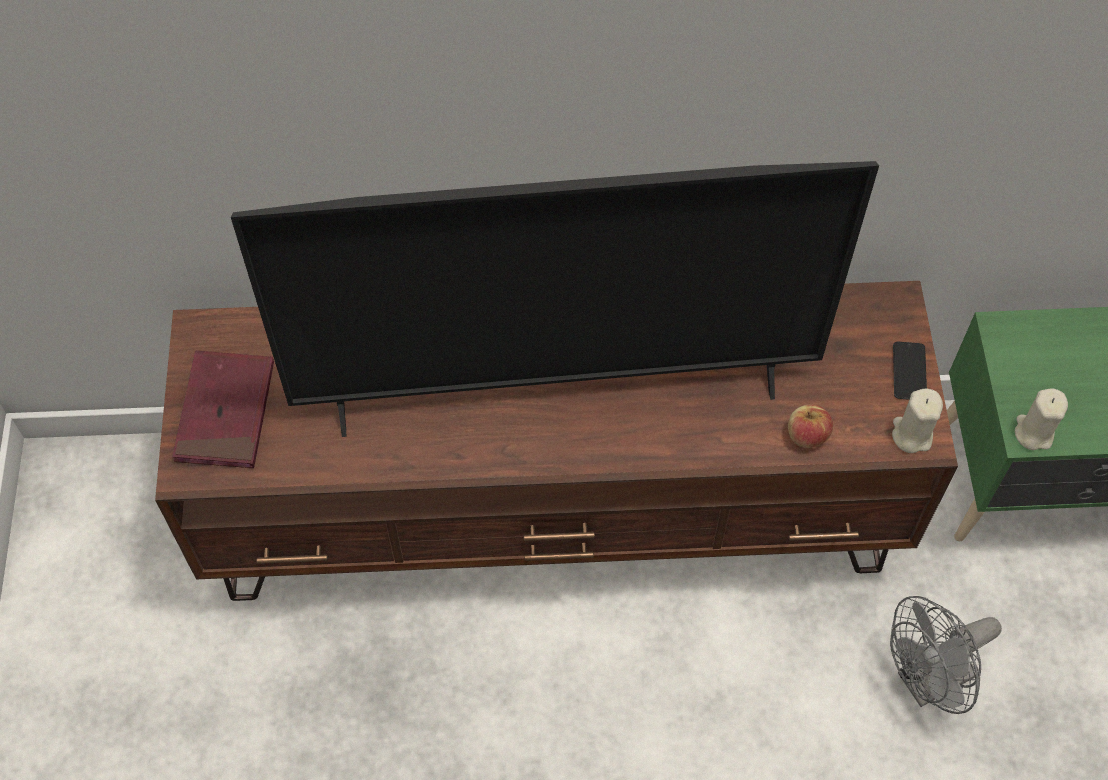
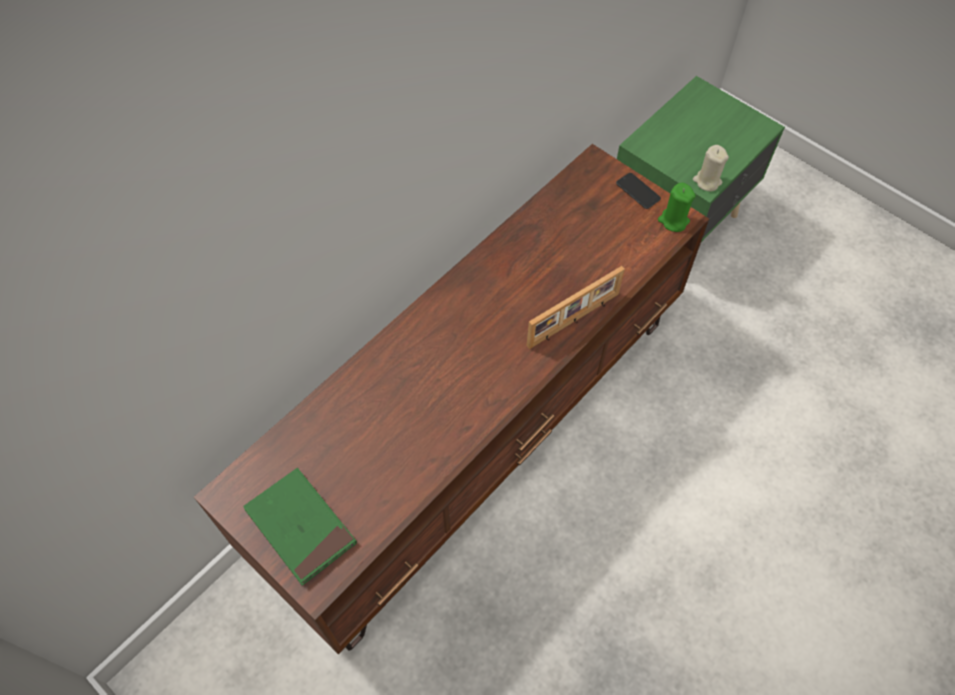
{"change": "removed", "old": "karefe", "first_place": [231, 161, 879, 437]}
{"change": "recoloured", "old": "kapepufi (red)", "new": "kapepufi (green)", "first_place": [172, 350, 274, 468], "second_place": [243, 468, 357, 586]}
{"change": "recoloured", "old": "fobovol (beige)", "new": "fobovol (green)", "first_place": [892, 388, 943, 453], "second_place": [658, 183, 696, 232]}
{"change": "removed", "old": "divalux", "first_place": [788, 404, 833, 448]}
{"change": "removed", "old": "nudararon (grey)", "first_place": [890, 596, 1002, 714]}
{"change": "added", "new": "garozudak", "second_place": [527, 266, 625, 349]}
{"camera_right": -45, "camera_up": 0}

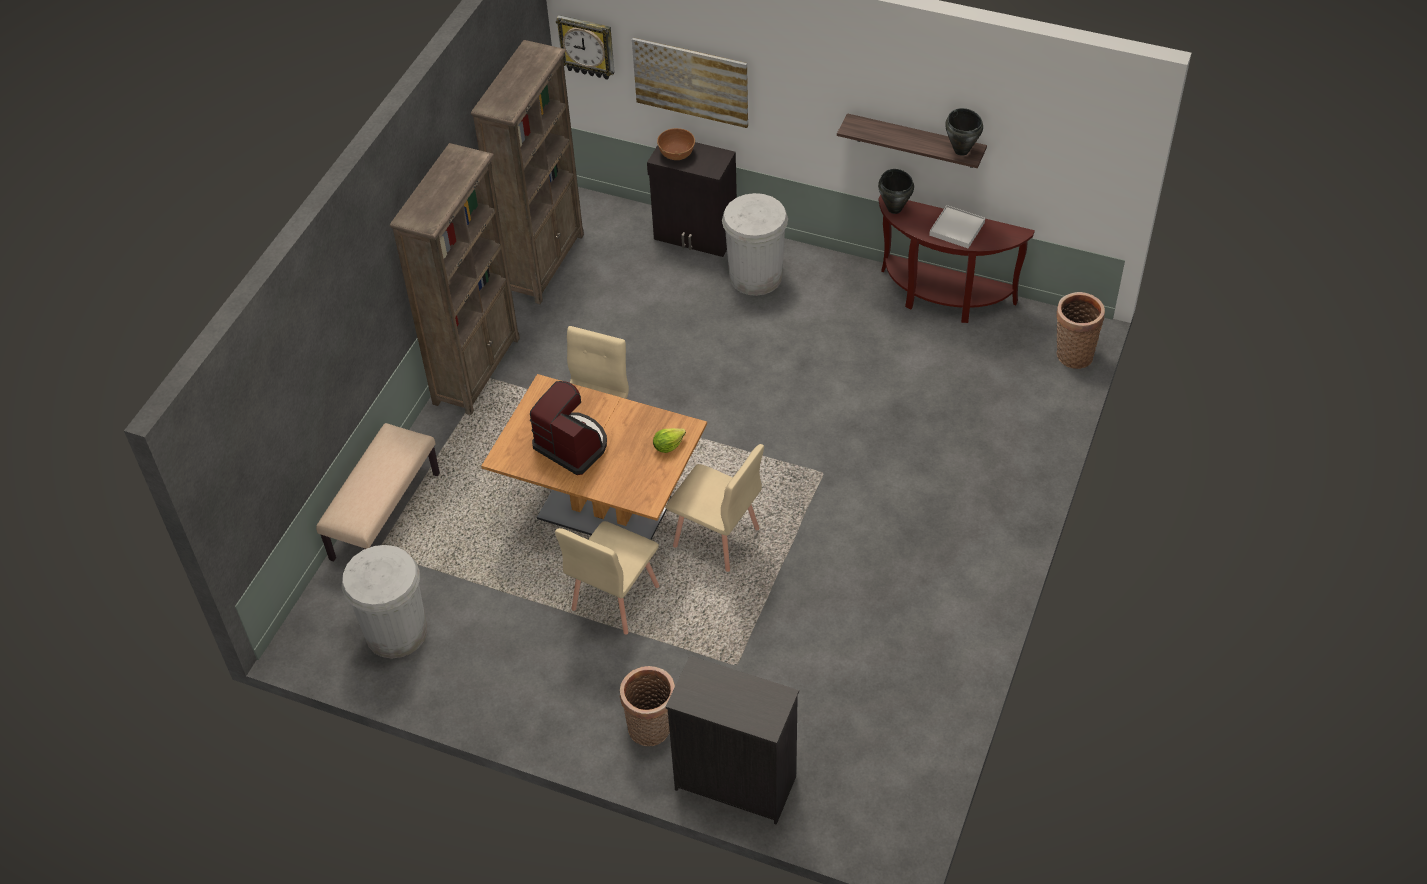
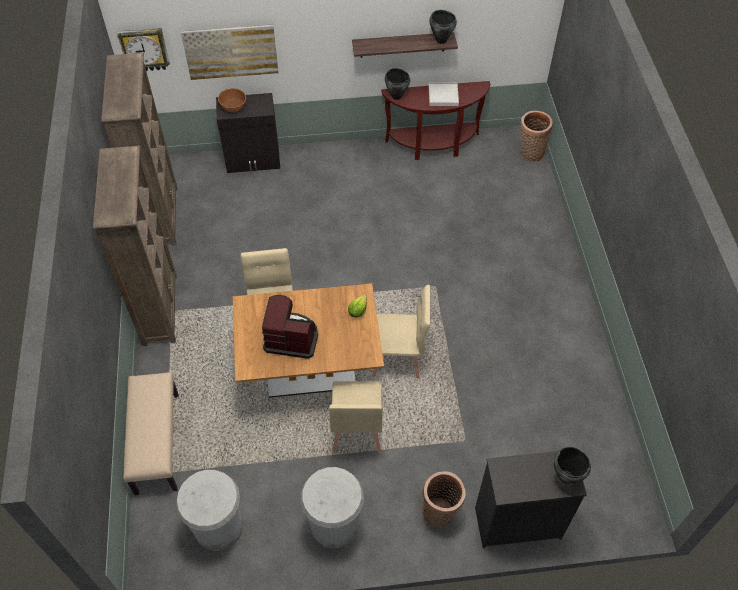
{"change": "moved", "old": "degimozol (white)", "first_place": [722, 193, 788, 296], "second_place": [301, 467, 364, 548]}
{"change": "added", "new": "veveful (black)", "second_place": [553, 447, 591, 484]}
{"camera_right": -30, "camera_up": 5}

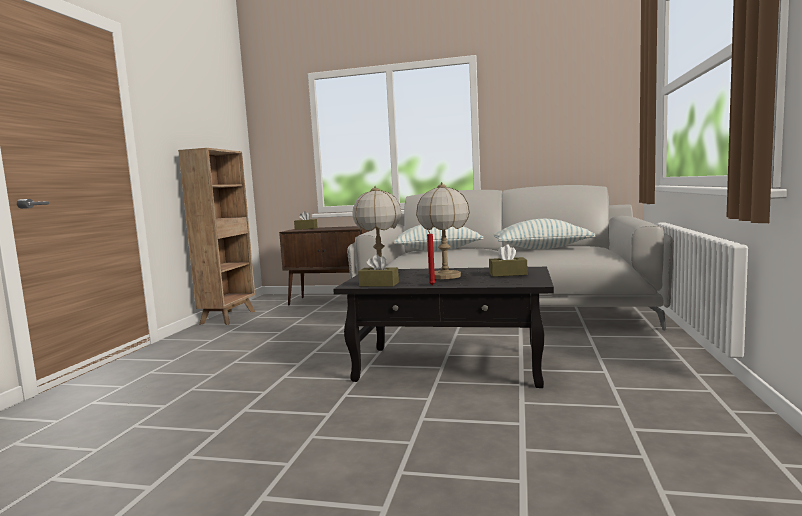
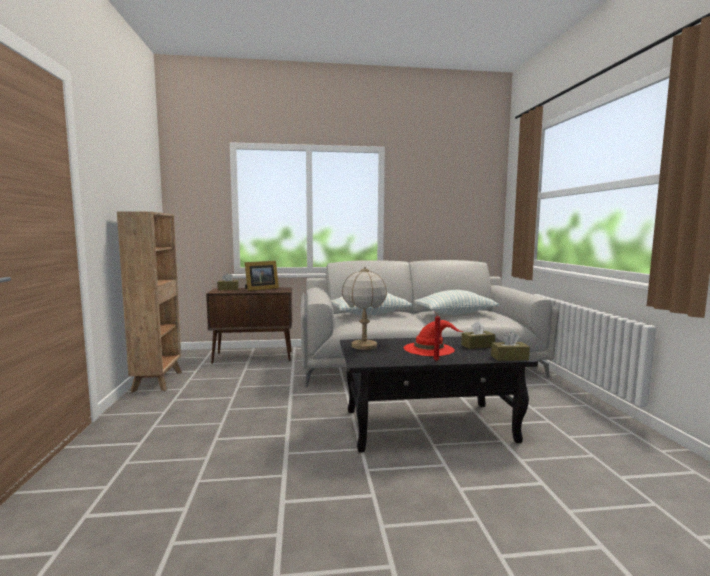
{"change": "replaced", "old": "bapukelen", "new": "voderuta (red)", "first_place": [416, 182, 470, 279], "second_place": [404, 320, 463, 356]}
{"change": "moved", "old": "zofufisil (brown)", "first_place": [358, 254, 399, 286], "second_place": [491, 332, 530, 361]}
{"change": "added", "new": "garozudak", "second_place": [245, 261, 279, 291]}
{"camera_right": -20, "camera_up": 0}

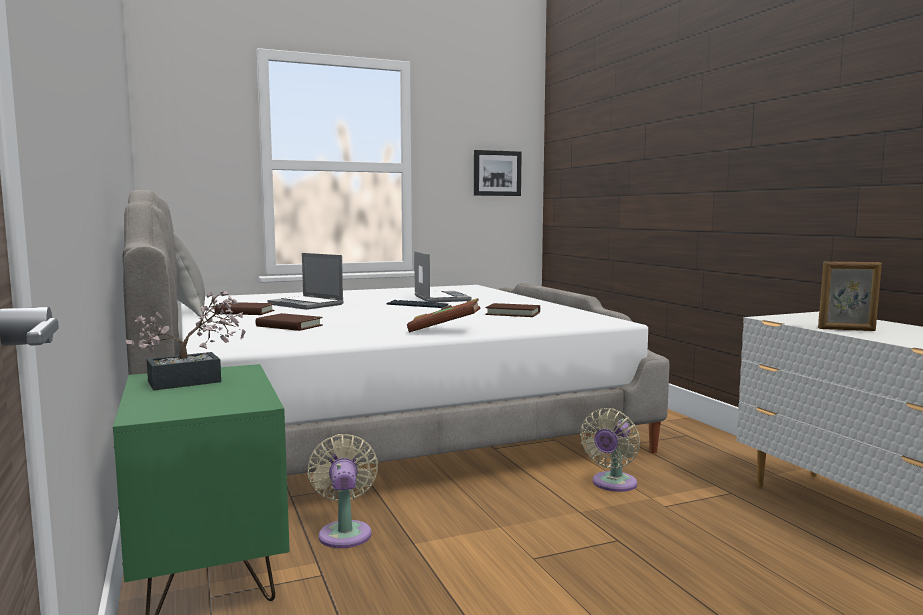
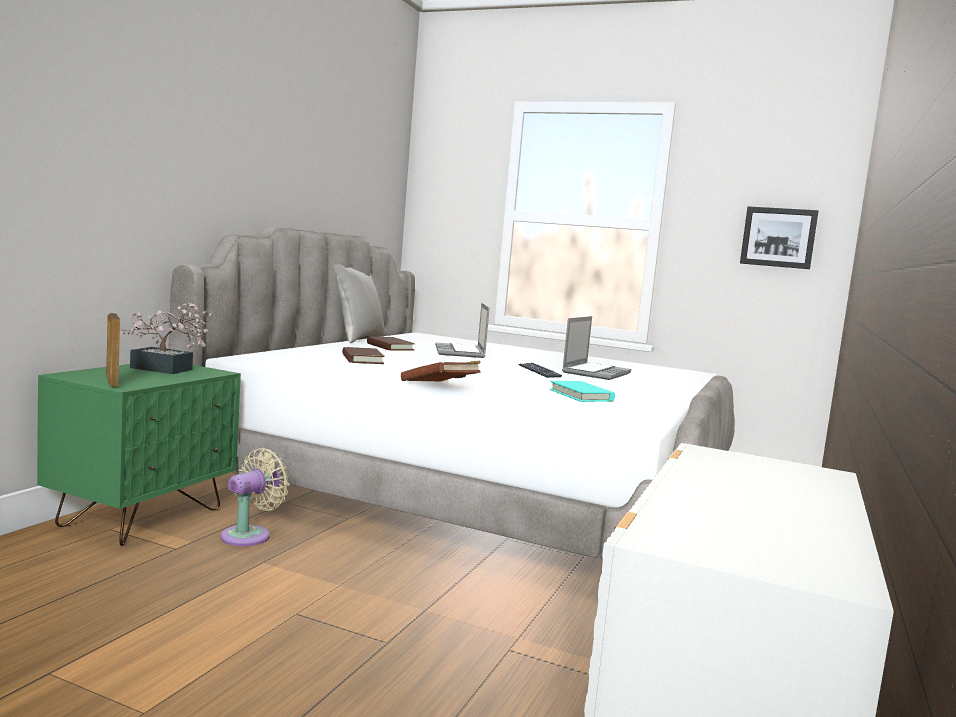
{"change": "moved", "old": "garozudak", "first_place": [818, 261, 882, 331], "second_place": [106, 313, 120, 387]}
{"change": "recoloured", "old": "kapepufi (brown)", "new": "kapepufi (turquoise)", "first_place": [485, 303, 540, 317], "second_place": [549, 381, 615, 402]}
{"change": "removed", "old": "nudararon (beige)", "first_place": [580, 408, 640, 492]}
{"camera_right": 45, "camera_up": 0}

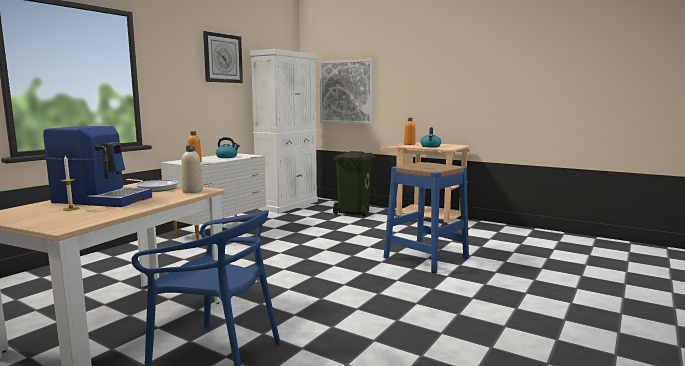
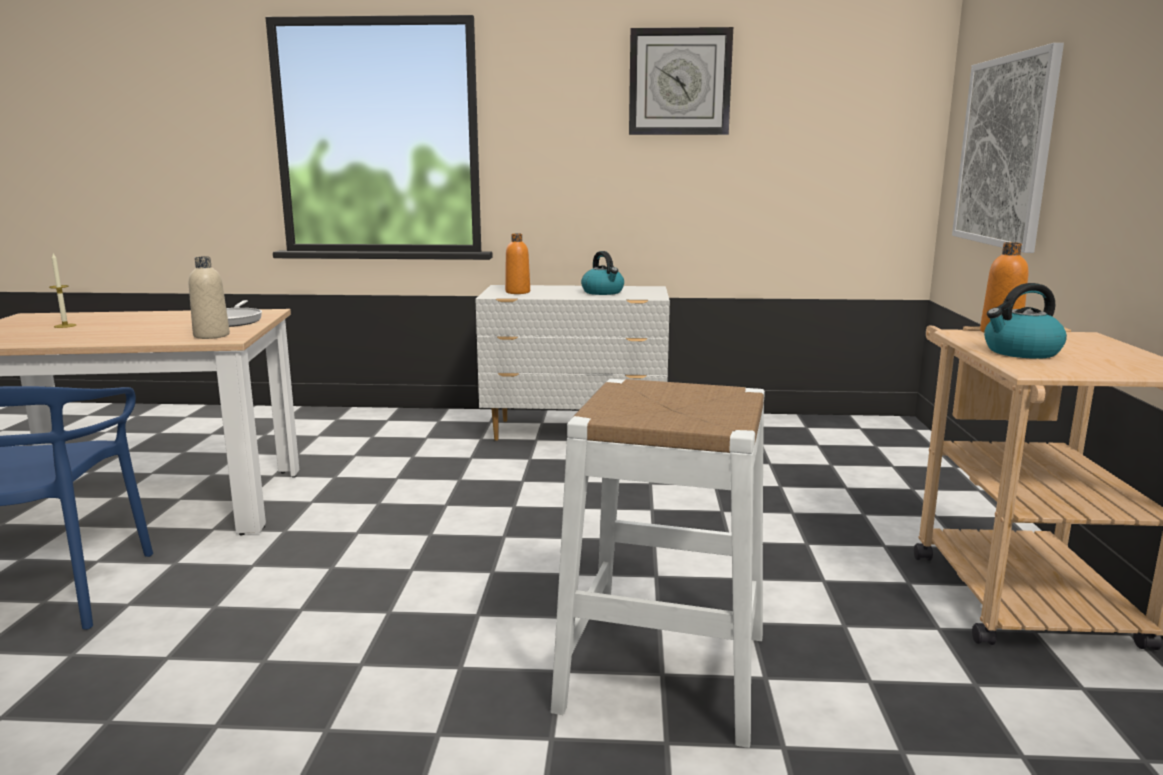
{"change": "removed", "old": "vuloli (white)", "first_place": [250, 49, 318, 213]}
{"change": "removed", "old": "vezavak", "first_place": [43, 126, 152, 207]}
{"change": "removed", "old": "degimozol (green)", "first_place": [333, 151, 376, 217]}
{"change": "recoloured", "old": "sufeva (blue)", "new": "sufeva (white)", "first_place": [383, 162, 469, 274], "second_place": [550, 379, 765, 748]}
{"camera_right": 60, "camera_up": 5}

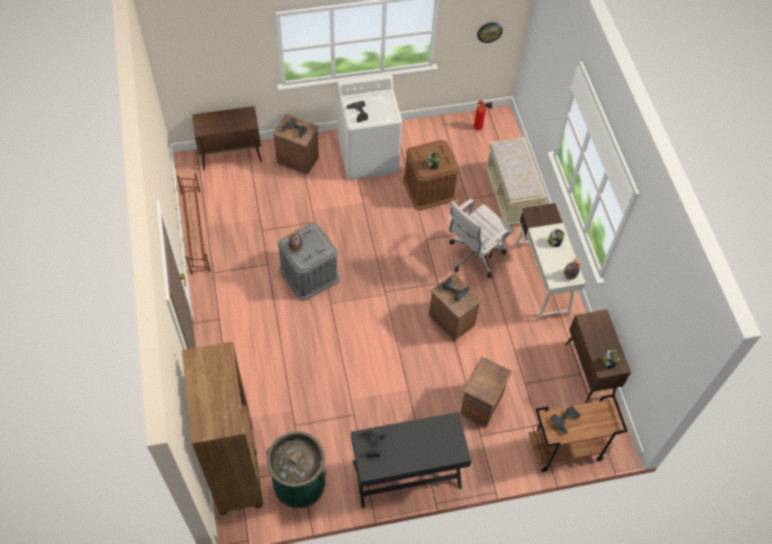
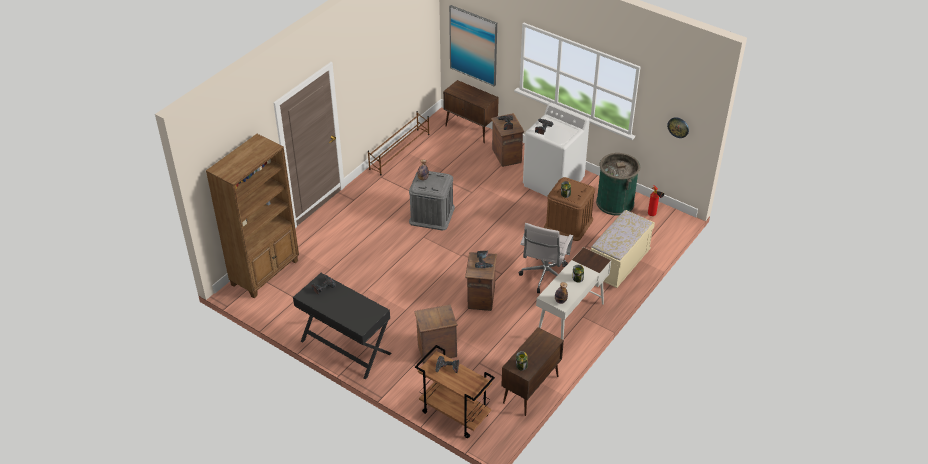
{"change": "turned", "old": "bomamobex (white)", "first_place": [448, 199, 514, 278], "second_place": [518, 223, 573, 293], "degrees": -75}
{"change": "moved", "old": "degimozol (green)", "first_place": [266, 431, 326, 508], "second_place": [596, 153, 640, 216]}
{"change": "added", "new": "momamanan", "second_place": [449, 5, 497, 87]}
{"camera_right": 50, "camera_up": -15}

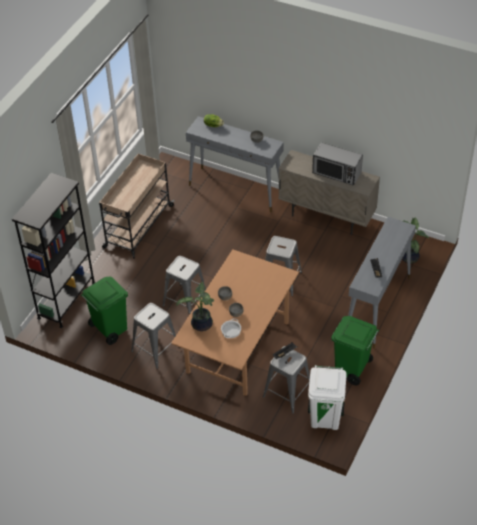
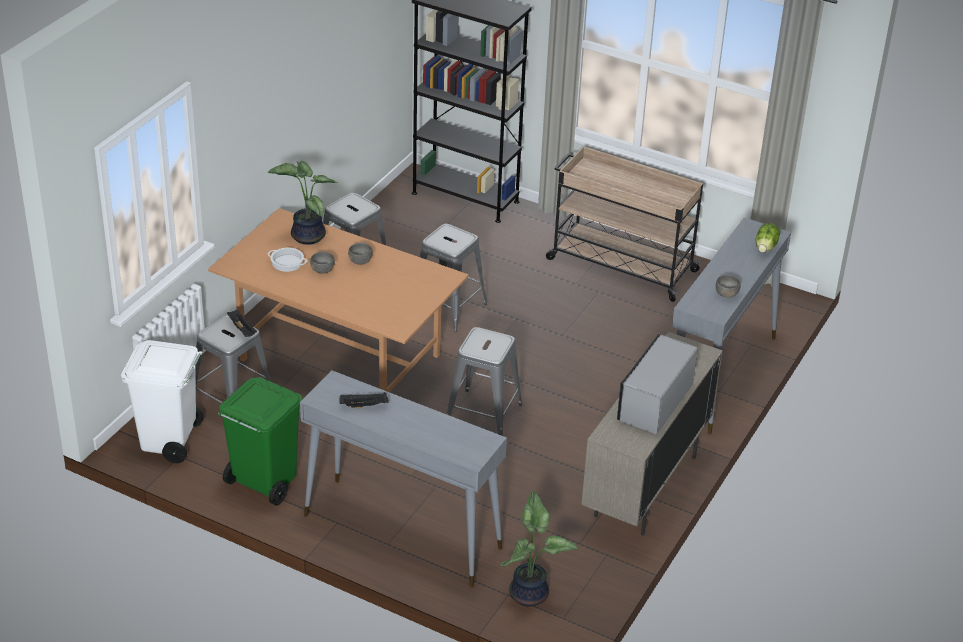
{"change": "removed", "old": "degimozol (green)", "first_place": [81, 277, 128, 345]}
{"camera_right": 90, "camera_up": -10}

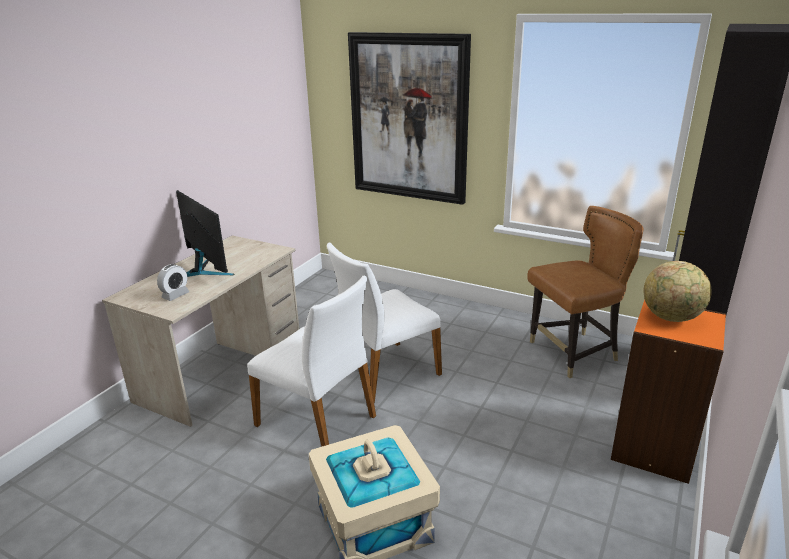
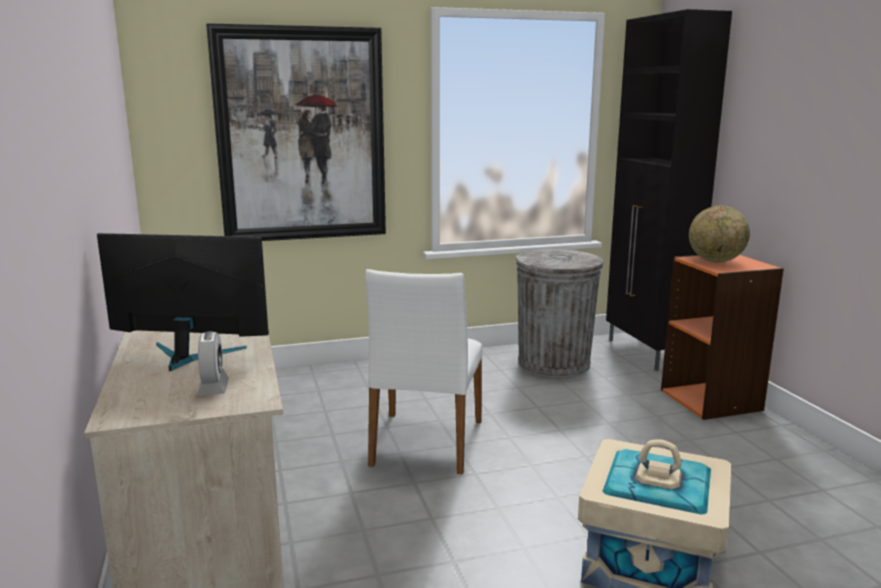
{"change": "replaced", "old": "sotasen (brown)", "new": "degimozol (grey)", "first_place": [527, 206, 644, 378], "second_place": [515, 249, 603, 377]}
{"change": "removed", "old": "sotasen (white)", "first_place": [247, 276, 376, 447]}
{"camera_right": -45, "camera_up": -10}

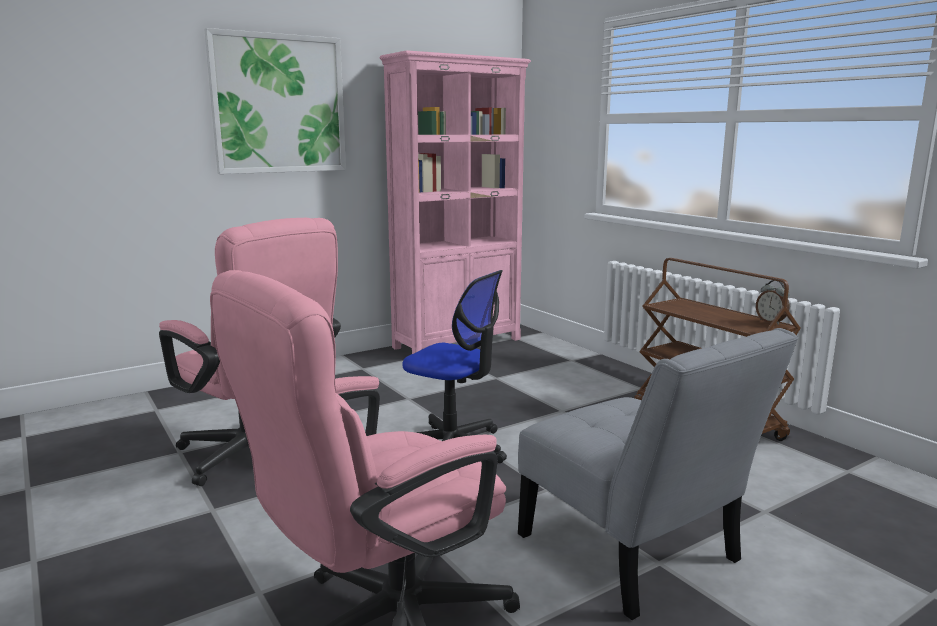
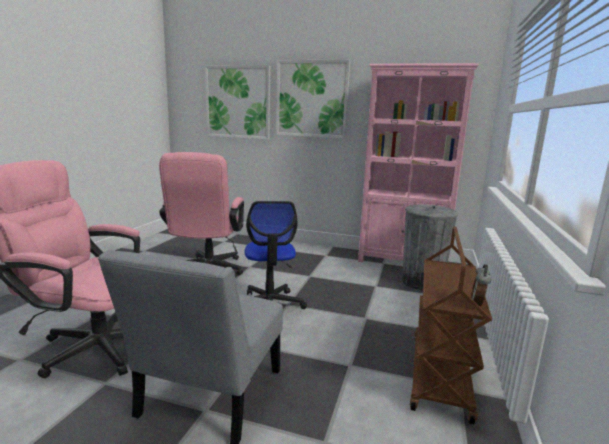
{"change": "added", "new": "momamanan", "second_place": [205, 65, 270, 140]}
{"change": "added", "new": "degimozol (grey)", "second_place": [402, 204, 458, 290]}
{"camera_right": 50, "camera_up": 0}

